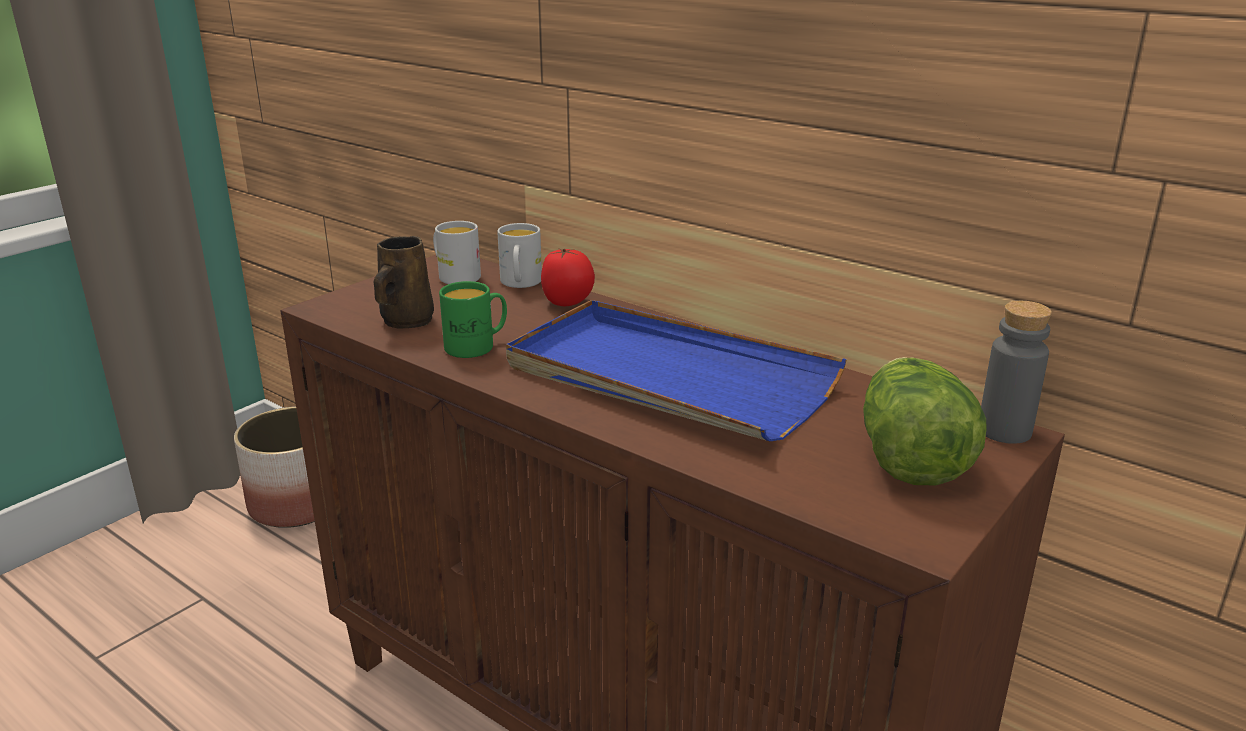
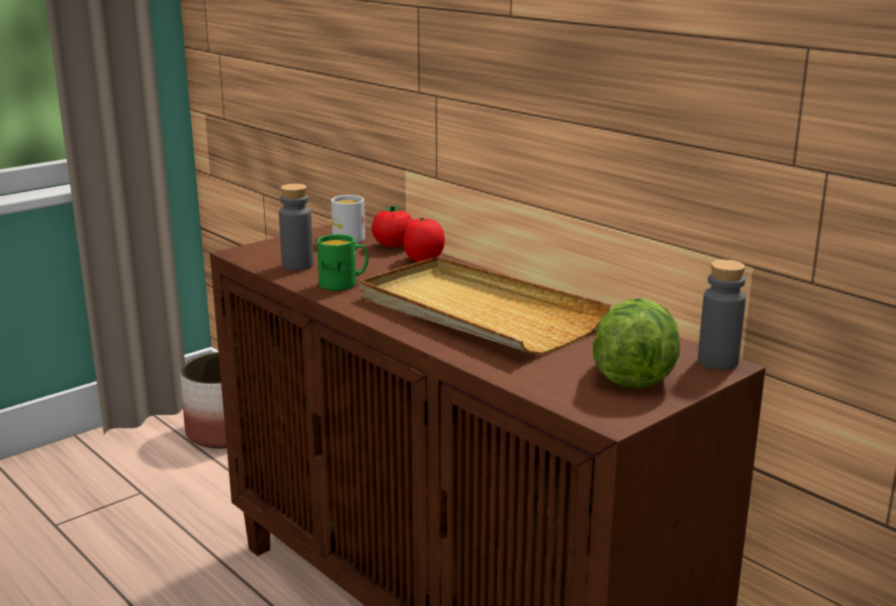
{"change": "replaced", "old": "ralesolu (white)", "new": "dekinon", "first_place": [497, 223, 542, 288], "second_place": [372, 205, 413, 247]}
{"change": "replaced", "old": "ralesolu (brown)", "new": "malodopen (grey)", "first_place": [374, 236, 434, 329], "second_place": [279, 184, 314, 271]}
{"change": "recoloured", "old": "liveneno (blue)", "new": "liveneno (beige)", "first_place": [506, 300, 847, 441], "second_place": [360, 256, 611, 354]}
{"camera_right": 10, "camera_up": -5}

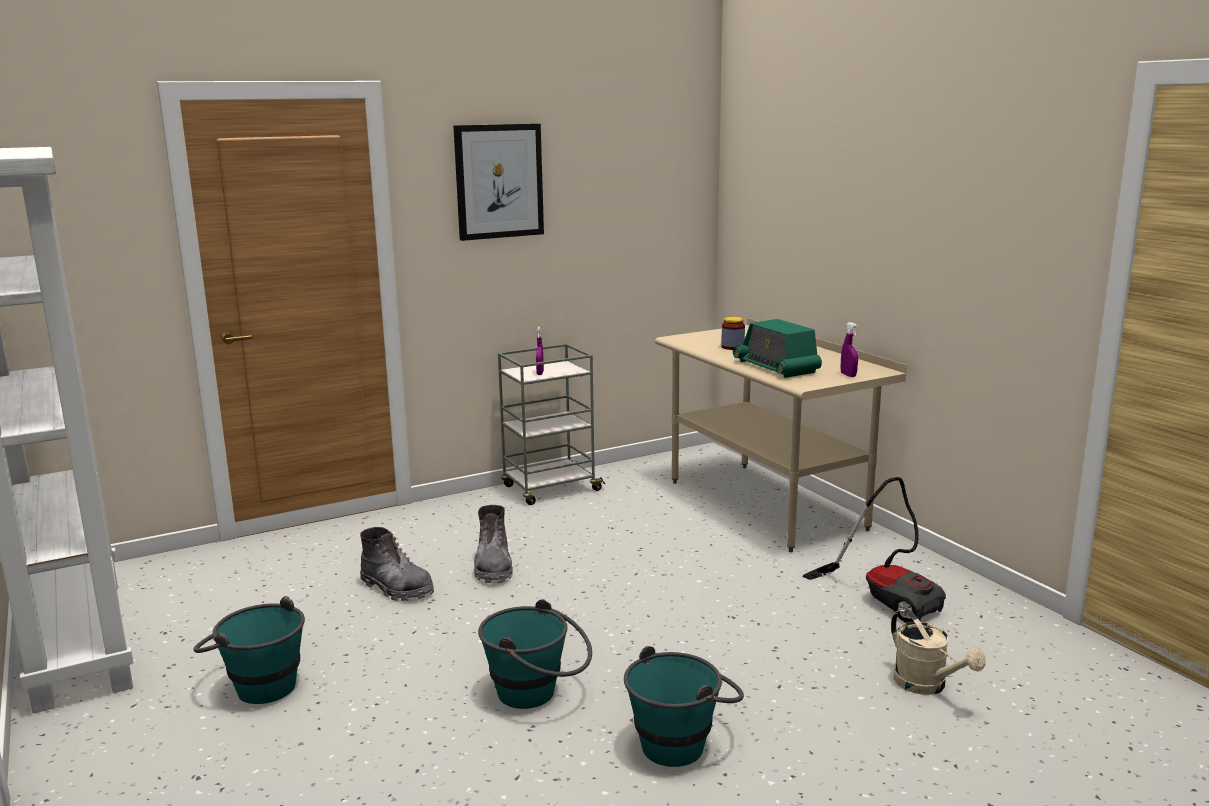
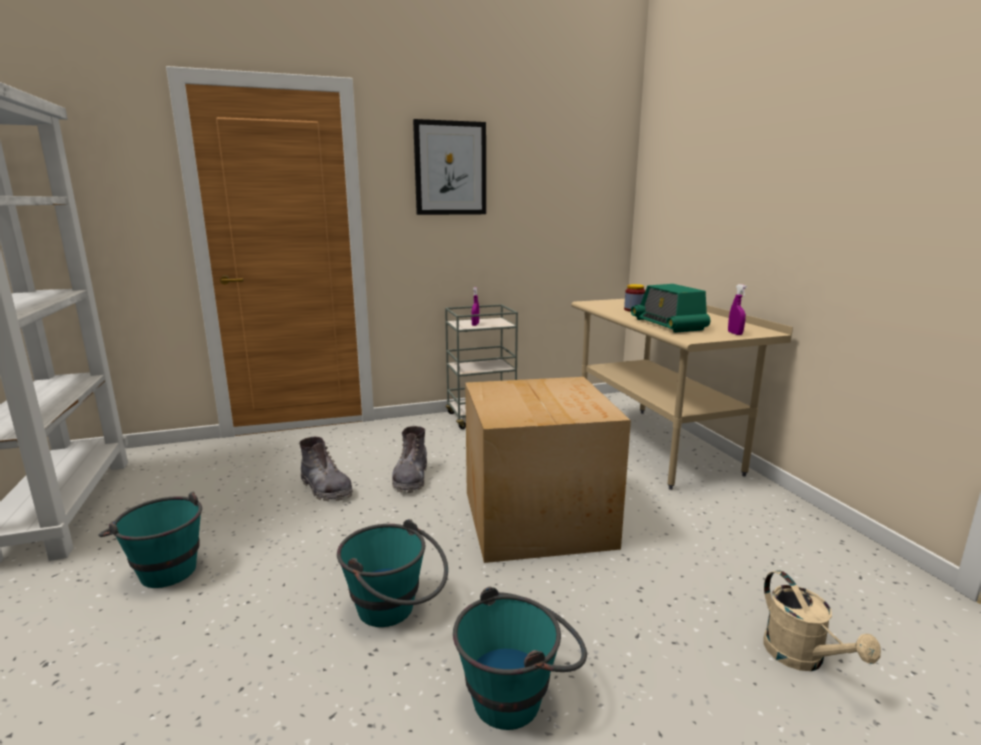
{"change": "removed", "old": "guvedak", "first_place": [803, 477, 946, 623]}
{"change": "added", "new": "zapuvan", "second_place": [465, 377, 631, 563]}
{"camera_right": 10, "camera_up": 0}

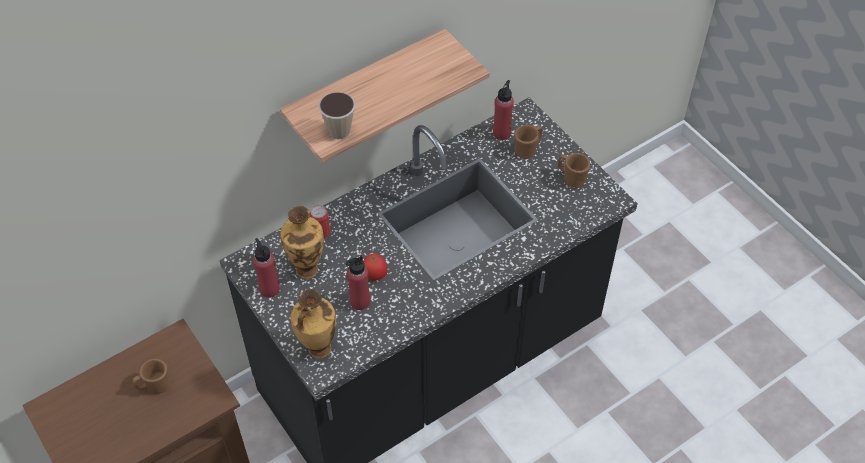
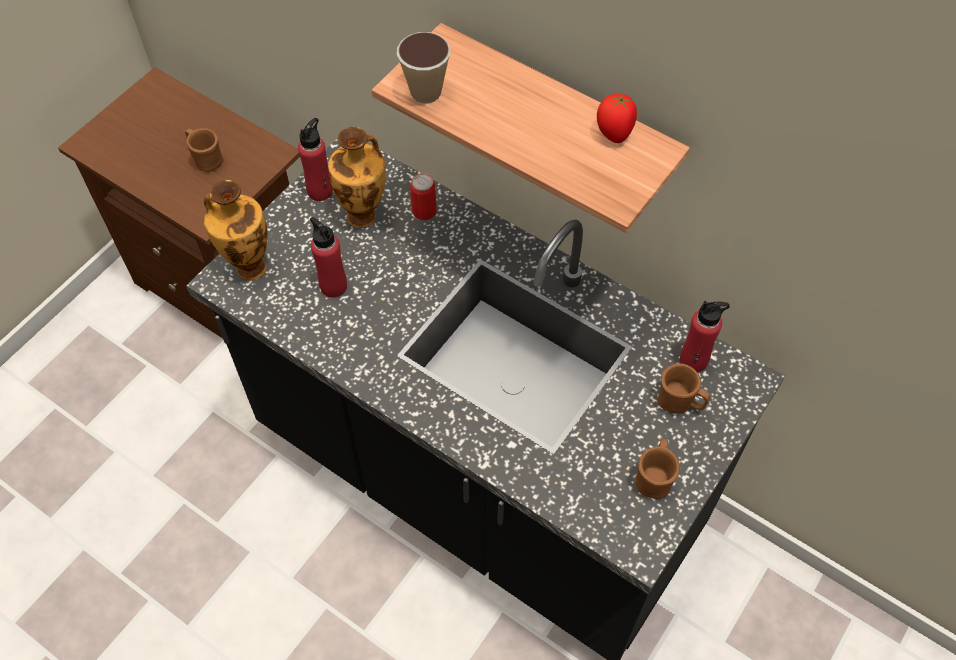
{"change": "moved", "old": "dekinon", "first_place": [363, 253, 387, 280], "second_place": [597, 94, 637, 143]}
{"camera_right": 70, "camera_up": 5}

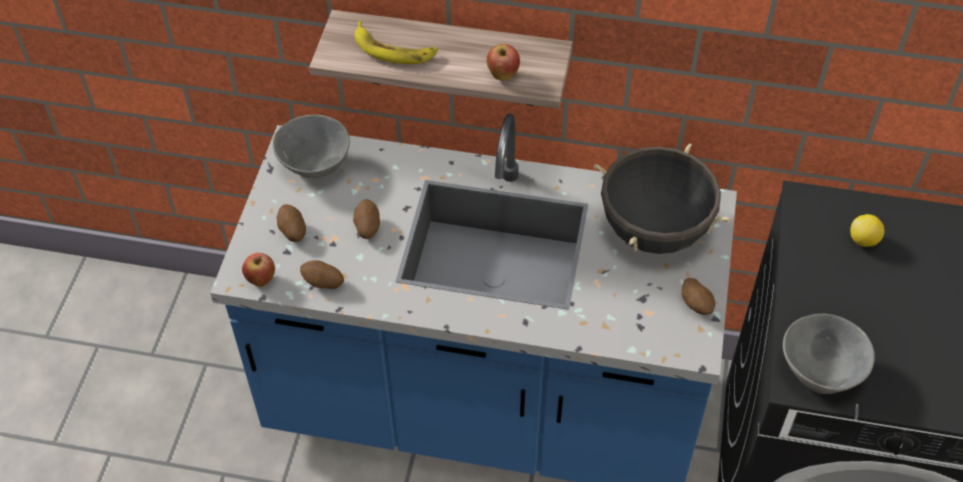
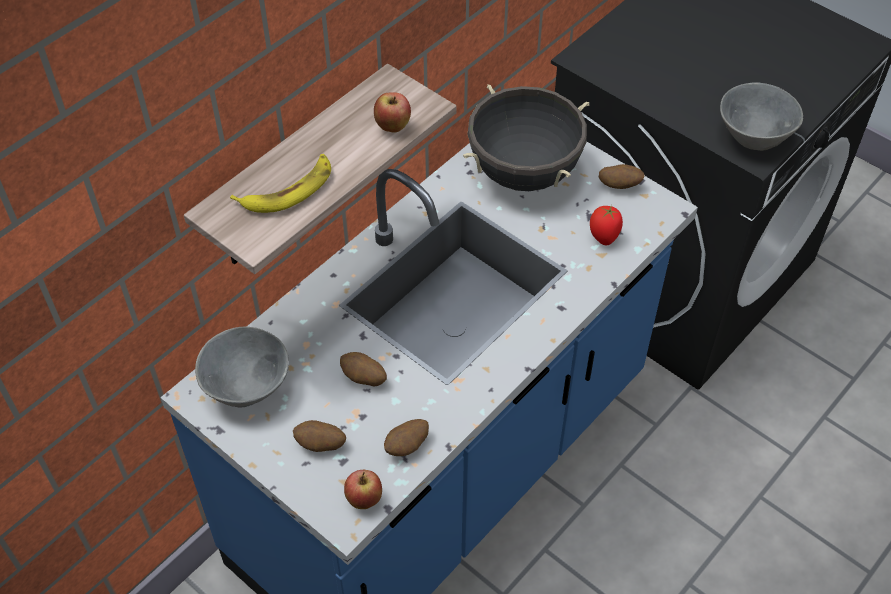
{"change": "removed", "old": "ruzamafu", "first_place": [850, 214, 885, 247]}
{"change": "added", "new": "dekinon", "second_place": [590, 205, 623, 245]}
{"camera_right": -60, "camera_up": 0}

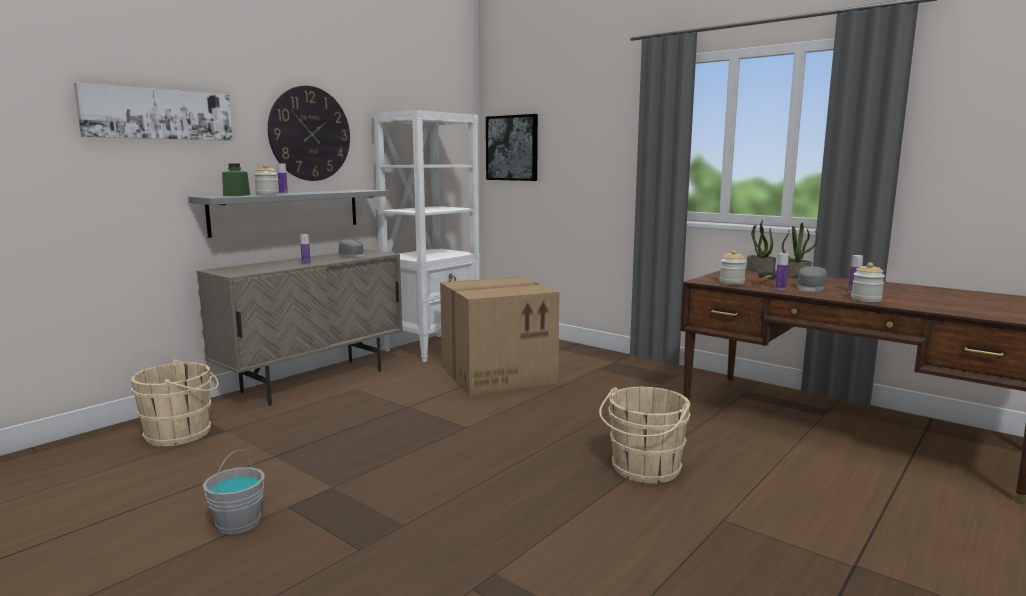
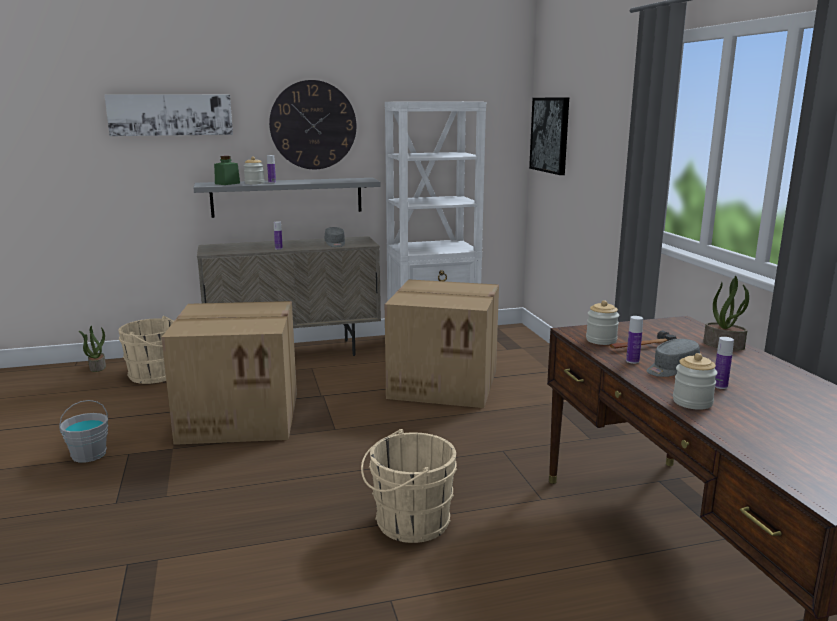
{"change": "moved", "old": "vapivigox", "first_place": [746, 220, 776, 272], "second_place": [79, 325, 106, 372]}
{"change": "added", "new": "zapuvan", "second_place": [161, 301, 297, 445]}
{"camera_right": 35, "camera_up": 5}

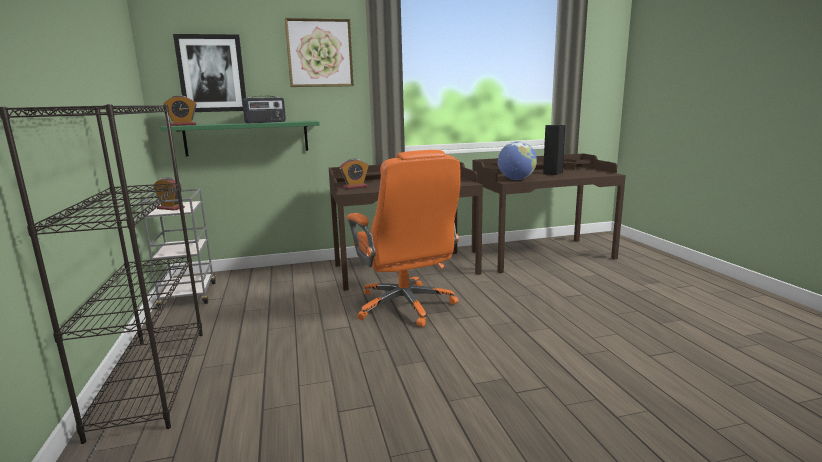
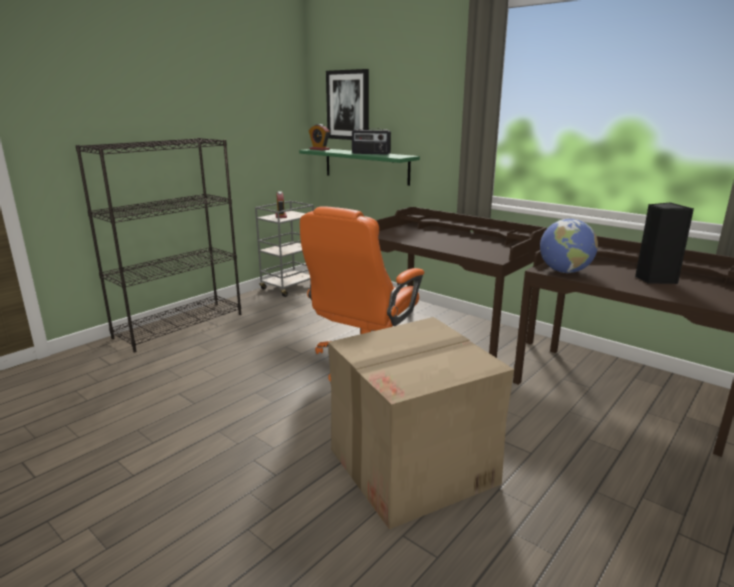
{"change": "removed", "old": "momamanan", "first_place": [285, 18, 354, 87]}
{"change": "removed", "old": "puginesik", "first_place": [340, 159, 368, 189]}
{"change": "added", "new": "zapuvan", "second_place": [328, 317, 514, 529]}
{"camera_right": 55, "camera_up": 5}

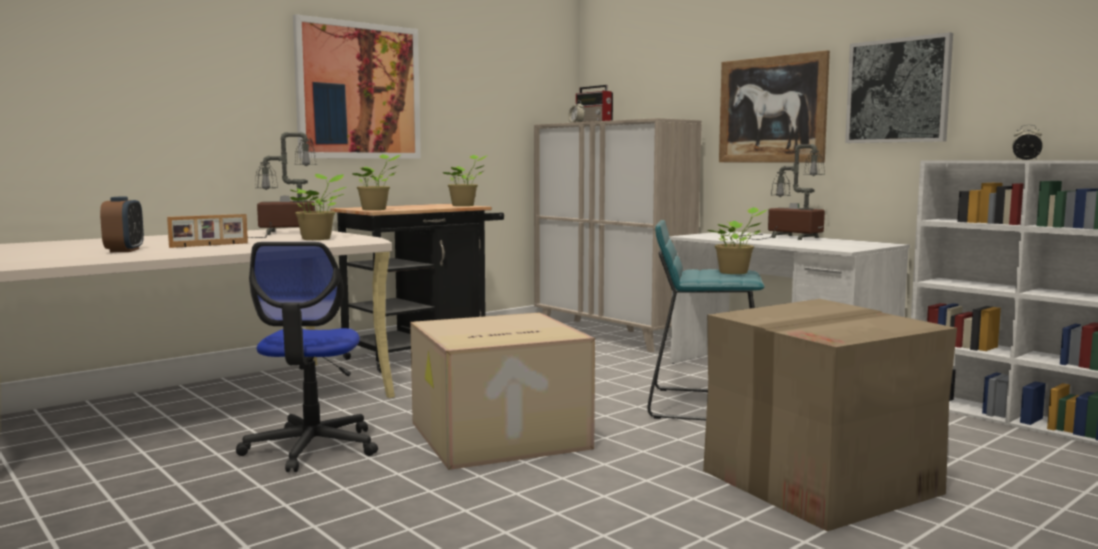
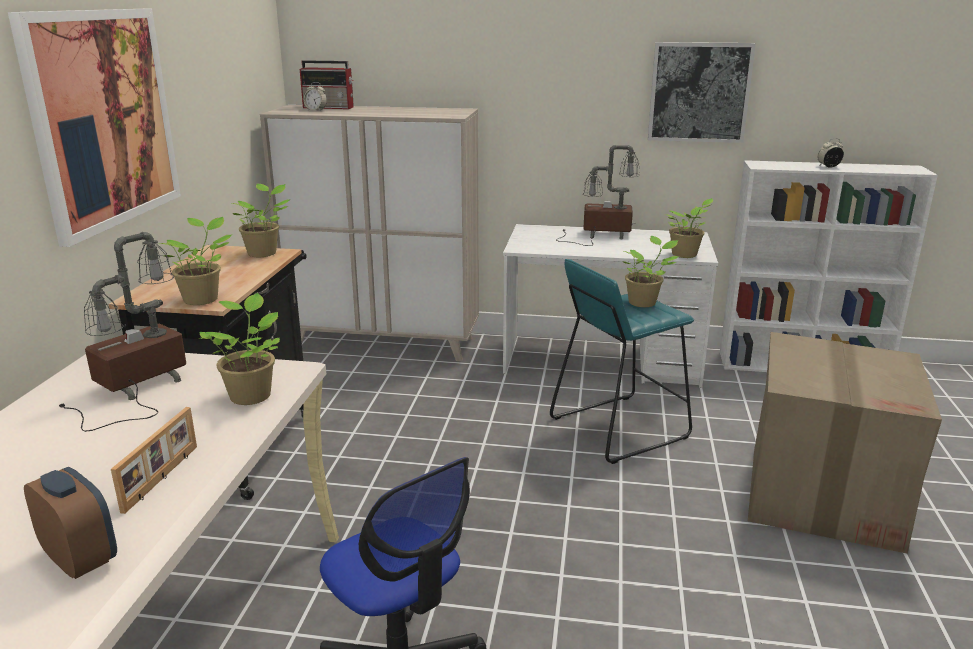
{"change": "removed", "old": "momamanan", "first_place": [719, 50, 830, 162]}
{"change": "removed", "old": "zapuvan", "first_place": [410, 312, 595, 470]}
{"change": "added", "new": "vapivigox", "second_place": [665, 198, 713, 258]}
{"camera_right": -40, "camera_up": 15}

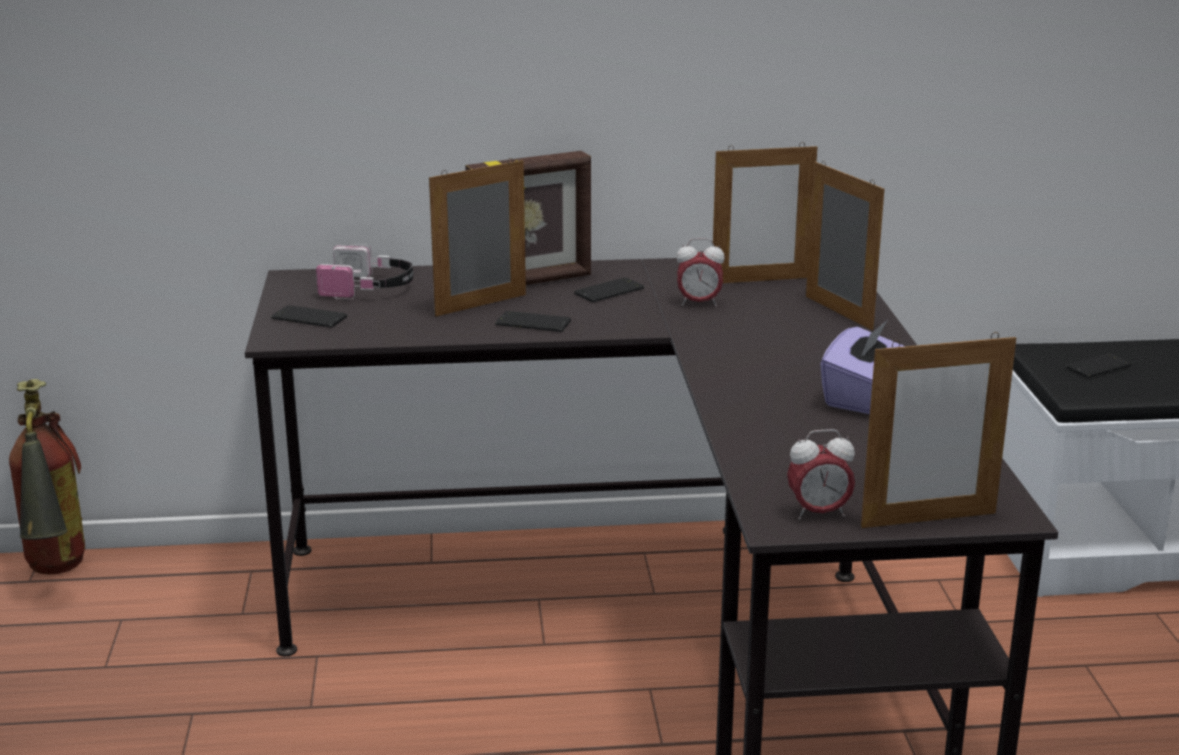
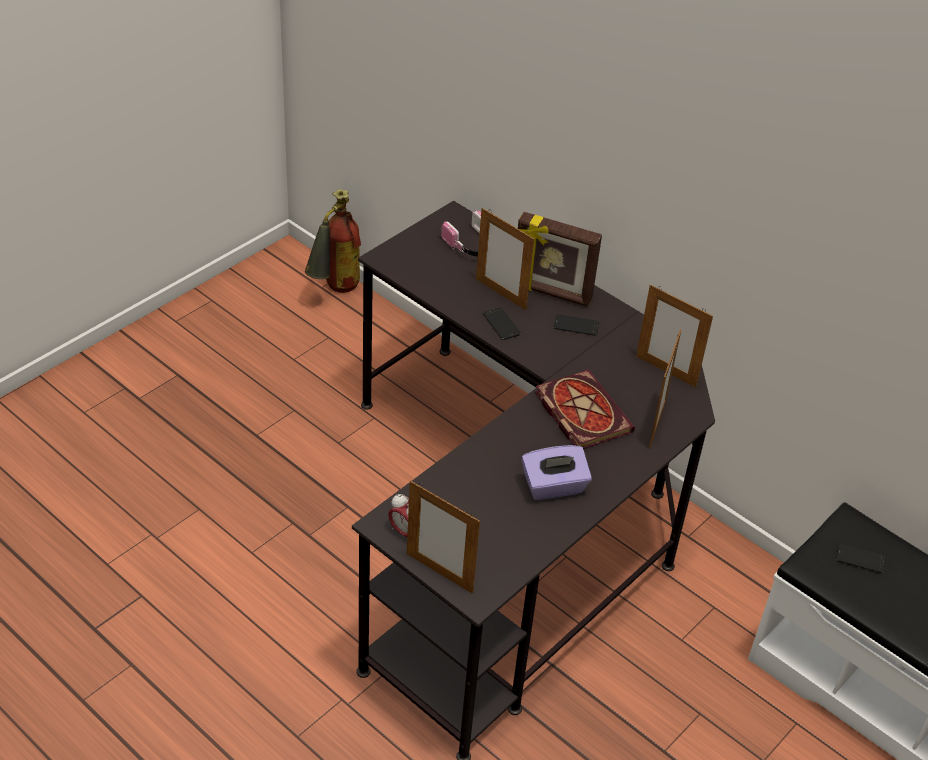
{"change": "turned", "old": "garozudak", "first_place": [429, 158, 526, 316], "second_place": [476, 208, 534, 310], "degrees": -150}
{"change": "removed", "old": "puginesik", "first_place": [676, 238, 725, 307]}
{"change": "removed", "old": "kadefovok", "first_place": [271, 305, 347, 328]}
{"change": "added", "new": "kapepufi", "second_place": [535, 370, 635, 449]}
{"camera_right": 45, "camera_up": 20}

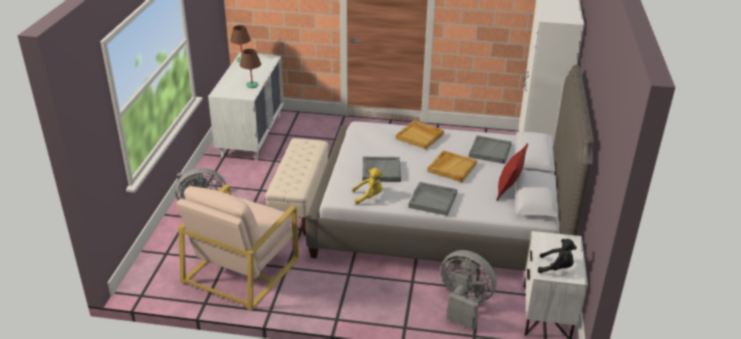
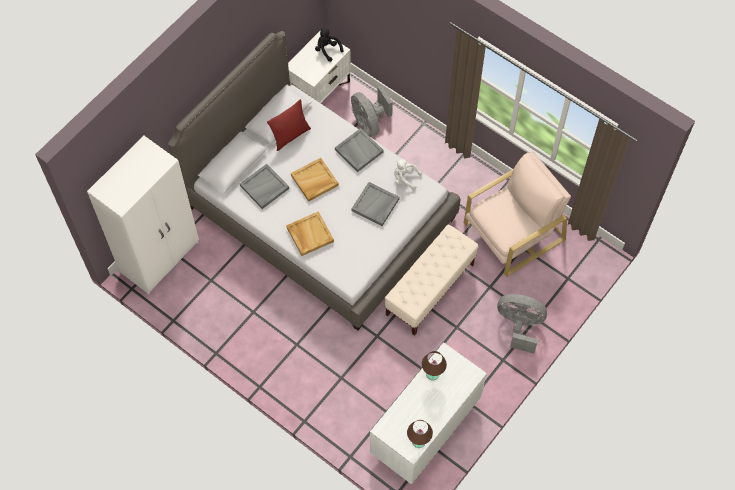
{"change": "recoloured", "old": "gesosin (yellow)", "new": "gesosin (white)", "first_place": [352, 168, 383, 204], "second_place": [394, 159, 422, 190]}
{"camera_right": -150, "camera_up": 30}

